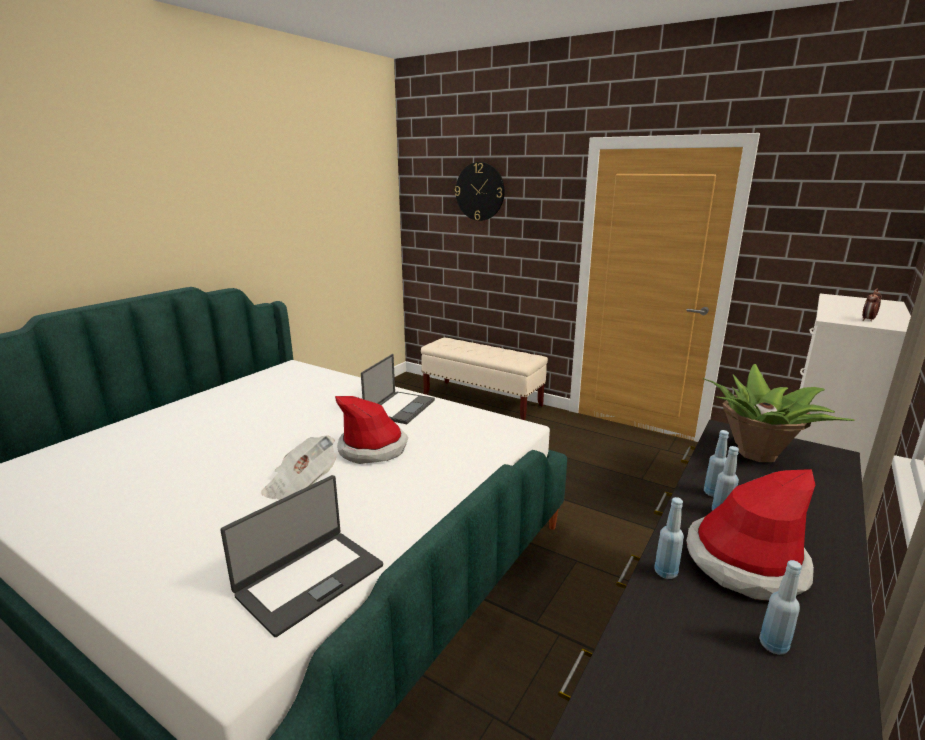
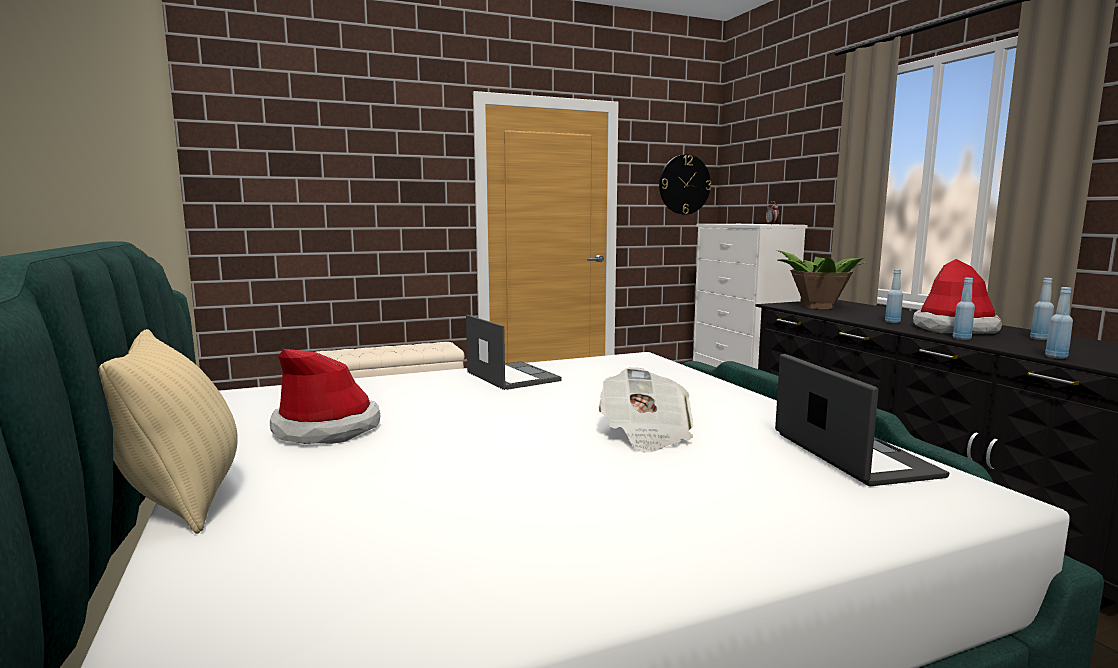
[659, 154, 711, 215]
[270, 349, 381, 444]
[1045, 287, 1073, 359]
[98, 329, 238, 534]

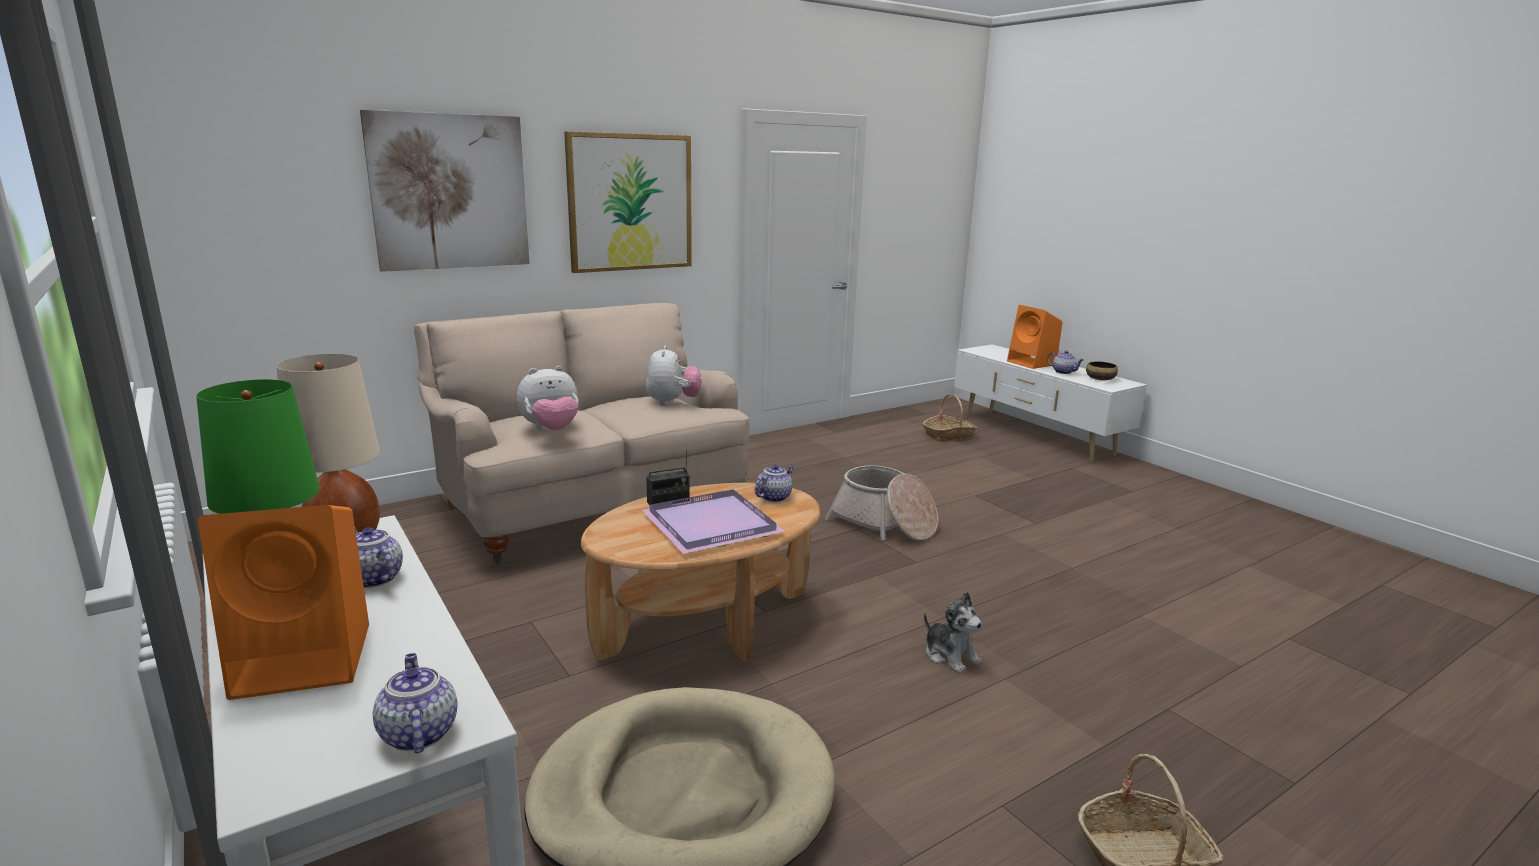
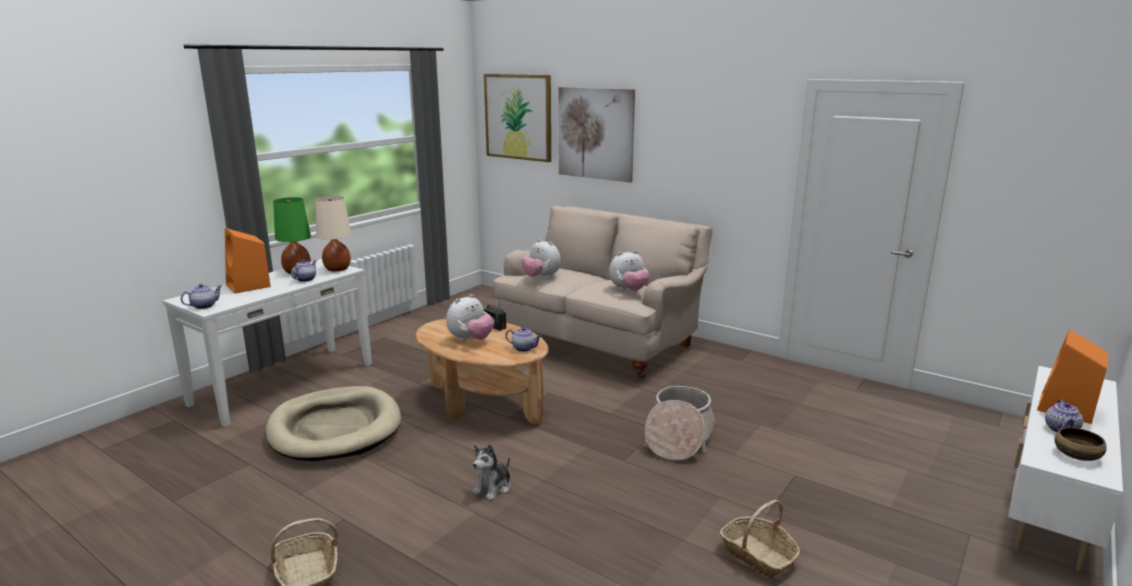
[484, 74, 551, 162]
[719, 500, 800, 578]
[446, 294, 494, 341]

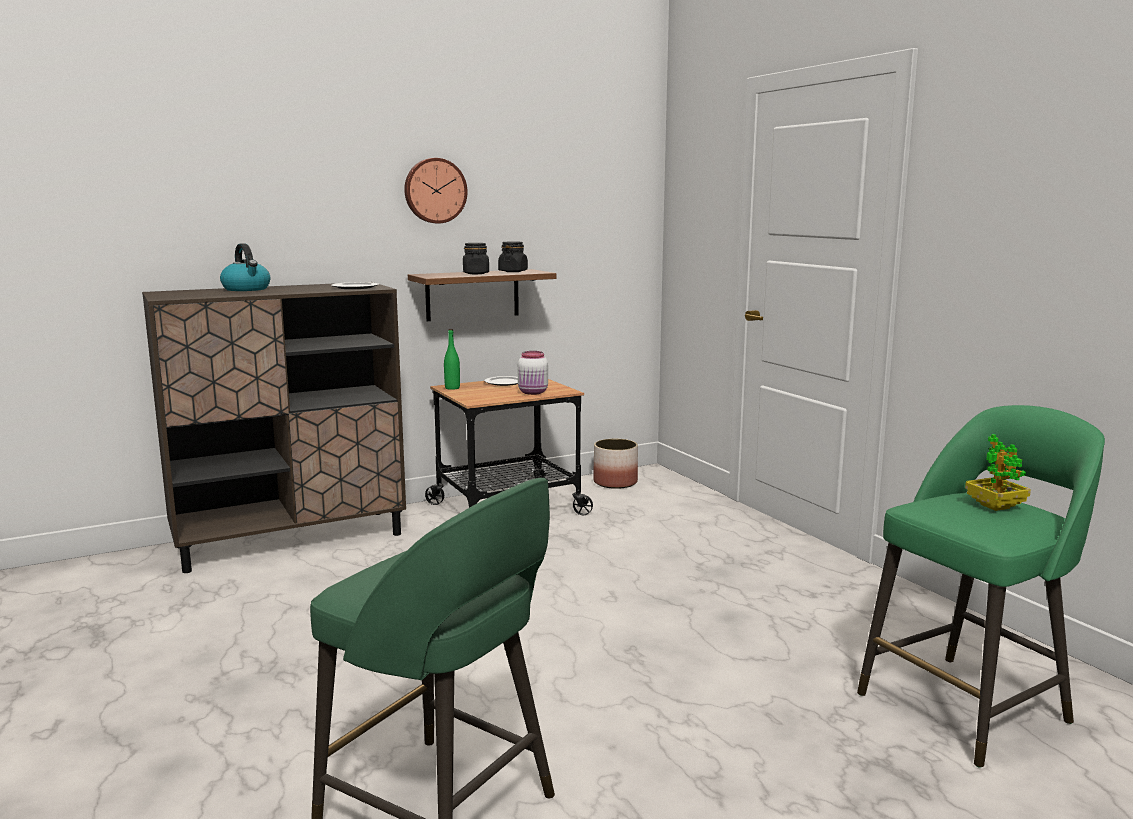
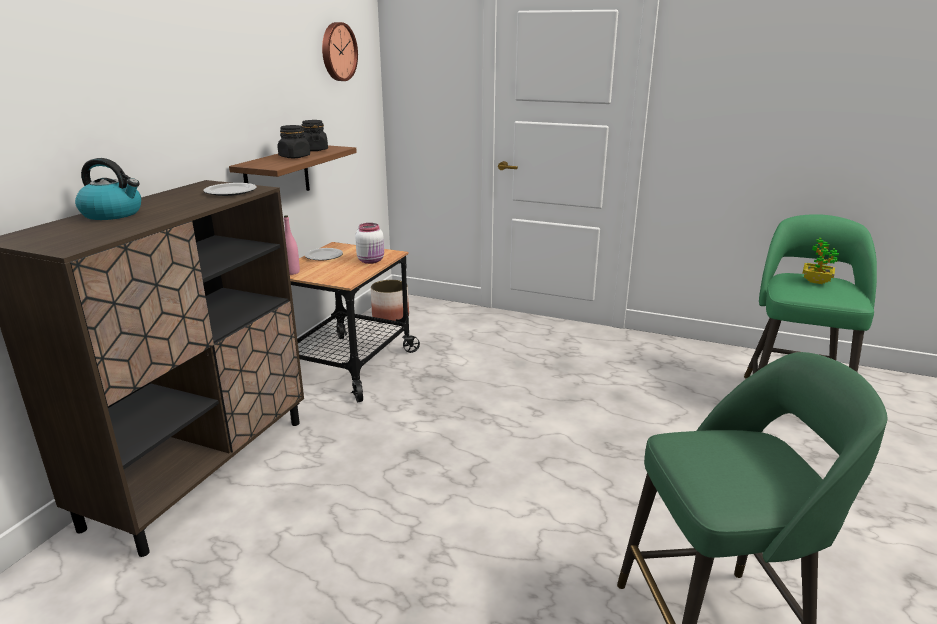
[322, 22, 358, 81]
[284, 215, 300, 275]

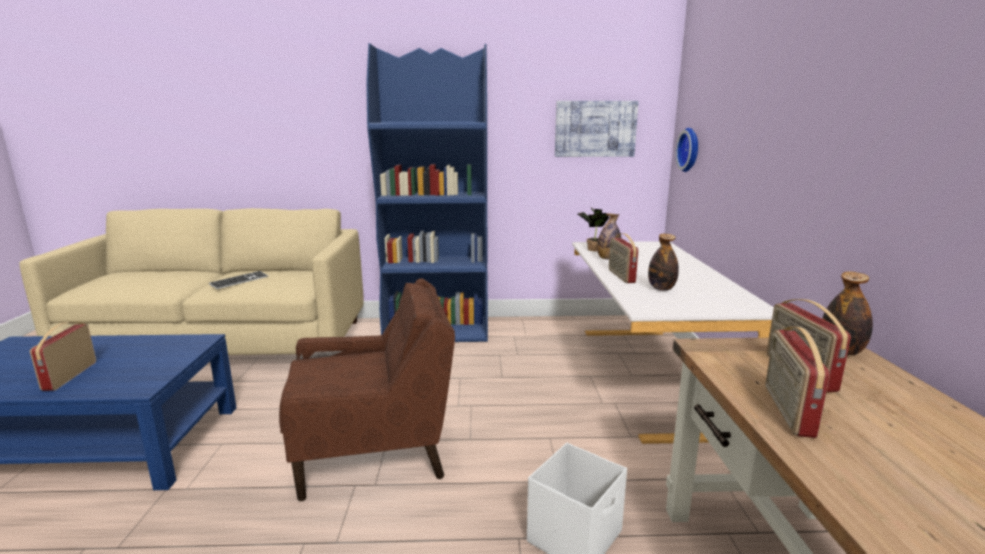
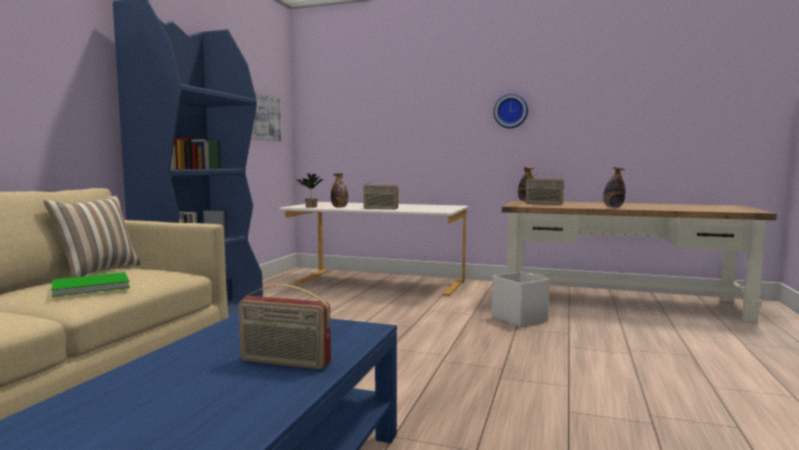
[494, 94, 528, 128]
[603, 167, 625, 208]
[51, 272, 130, 297]
[279, 278, 455, 501] (first image)
[765, 326, 830, 438] (first image)
[43, 195, 140, 277]

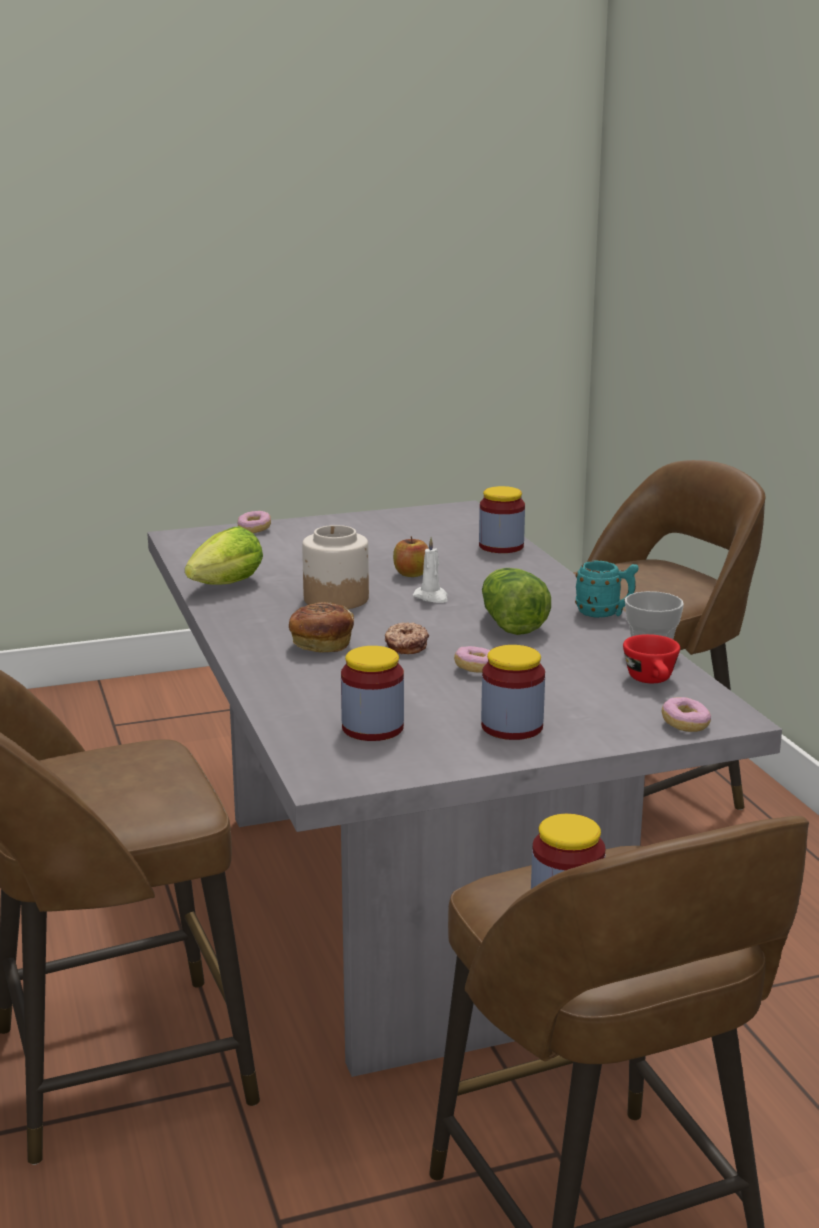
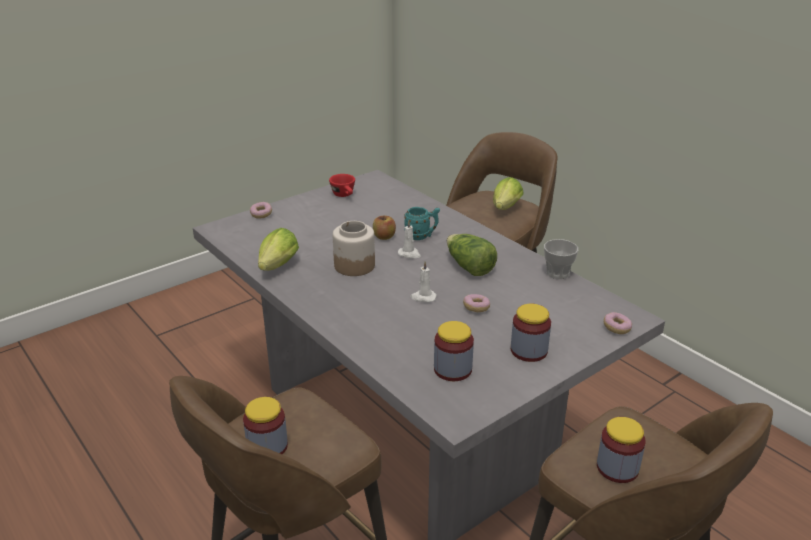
[243, 397, 288, 454]
[404, 207, 440, 240]
[289, 602, 354, 652] (first image)
[410, 262, 437, 302]
[329, 174, 355, 197]
[493, 177, 524, 210]

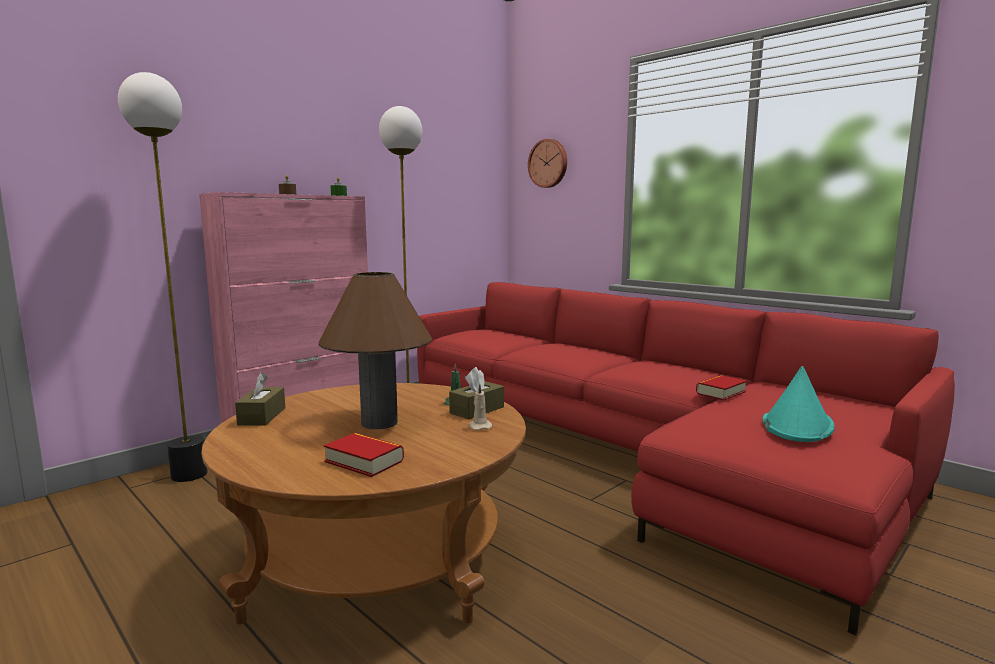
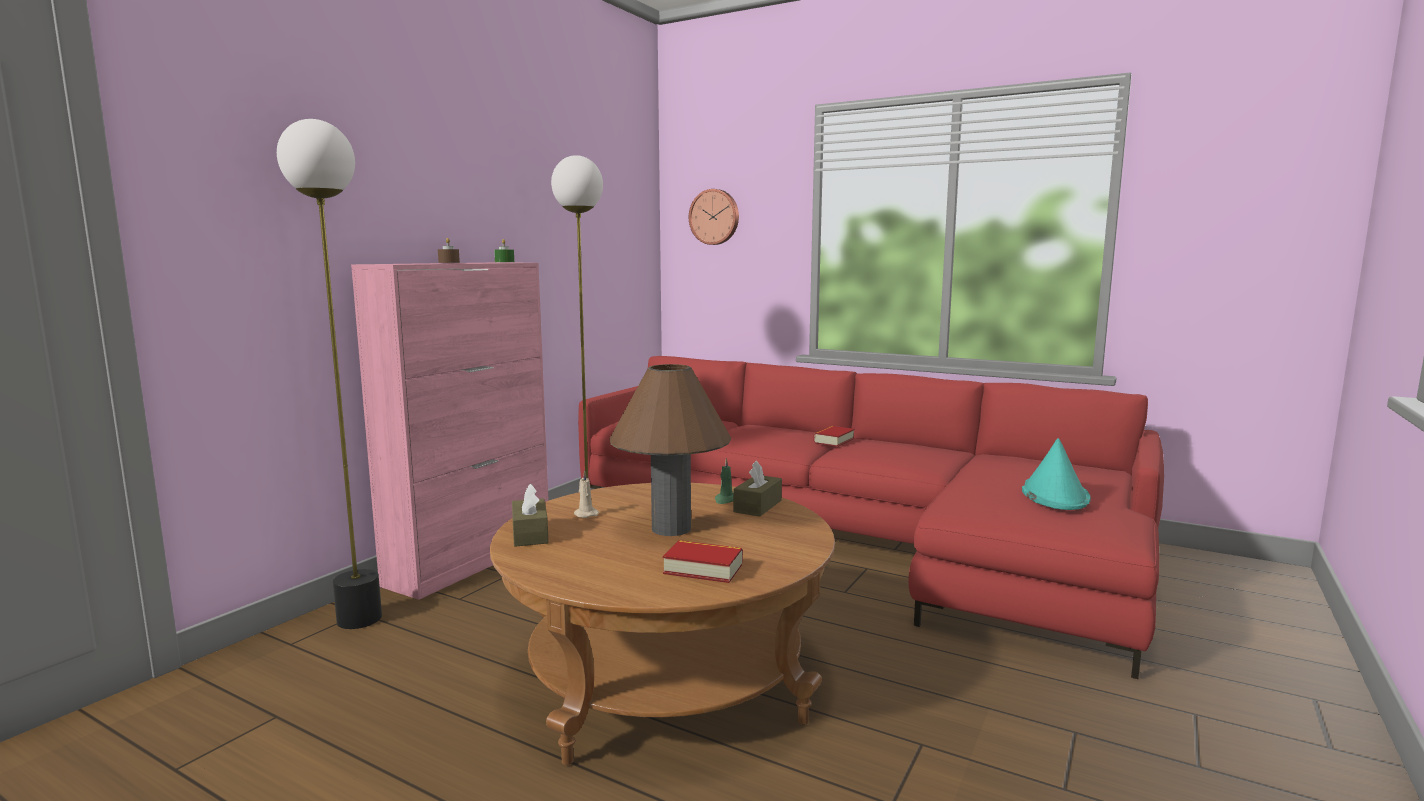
[813, 426, 855, 447]
[574, 470, 599, 518]

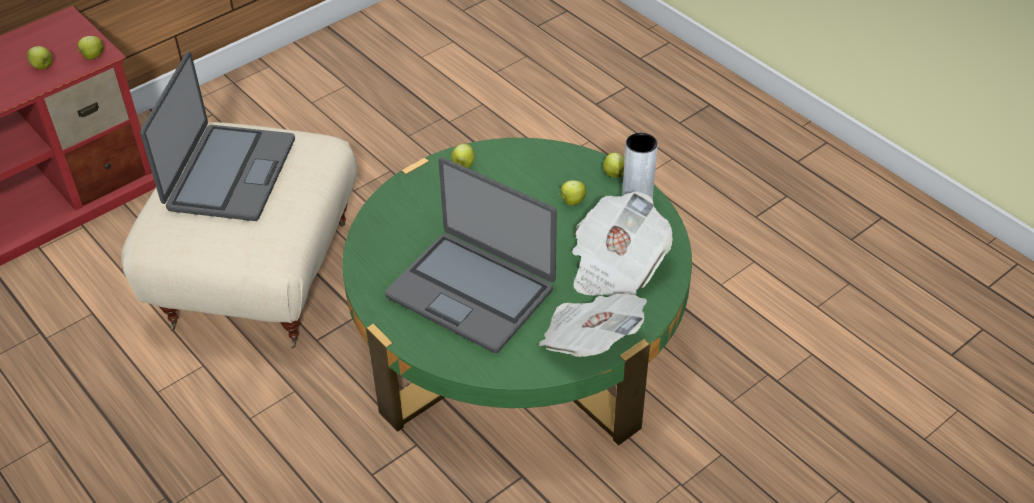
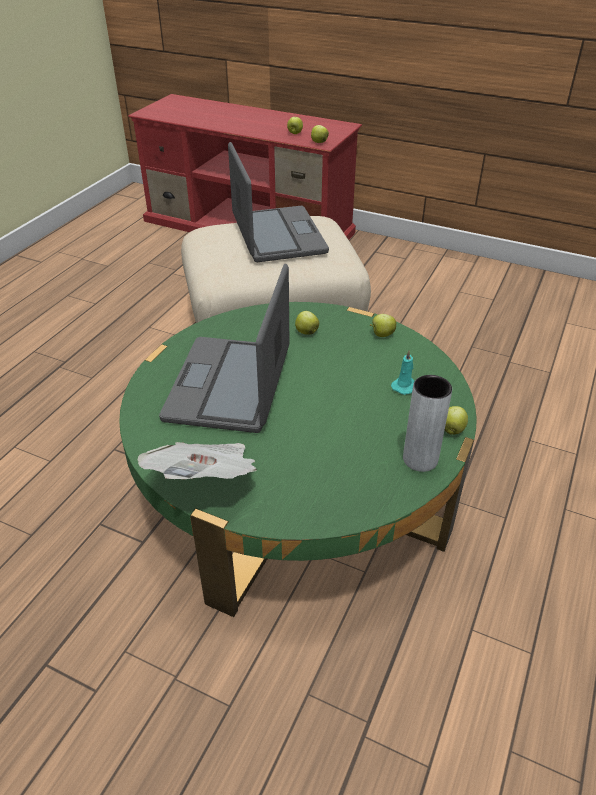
[228, 142, 329, 262]
[295, 311, 319, 335]
[572, 192, 673, 296] (first image)
[391, 350, 414, 395]

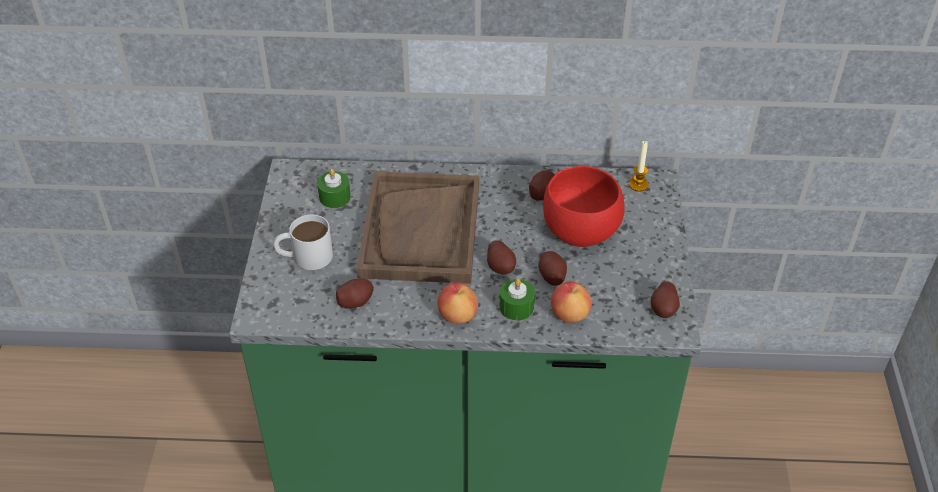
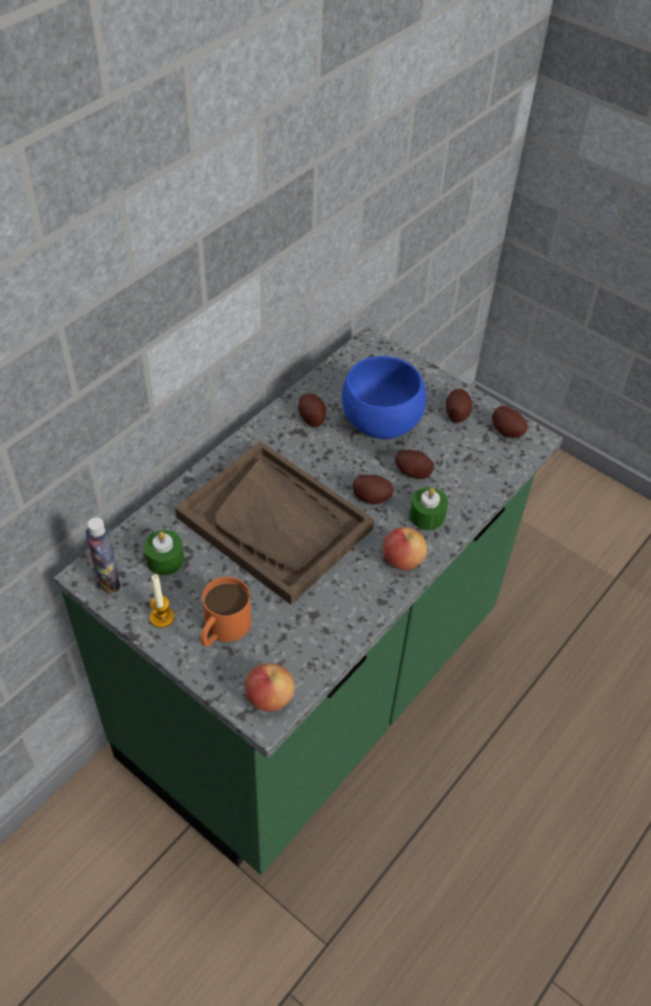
[149, 574, 175, 628]
[342, 356, 426, 439]
[200, 577, 251, 647]
[446, 389, 472, 423]
[245, 663, 295, 712]
[86, 518, 121, 594]

